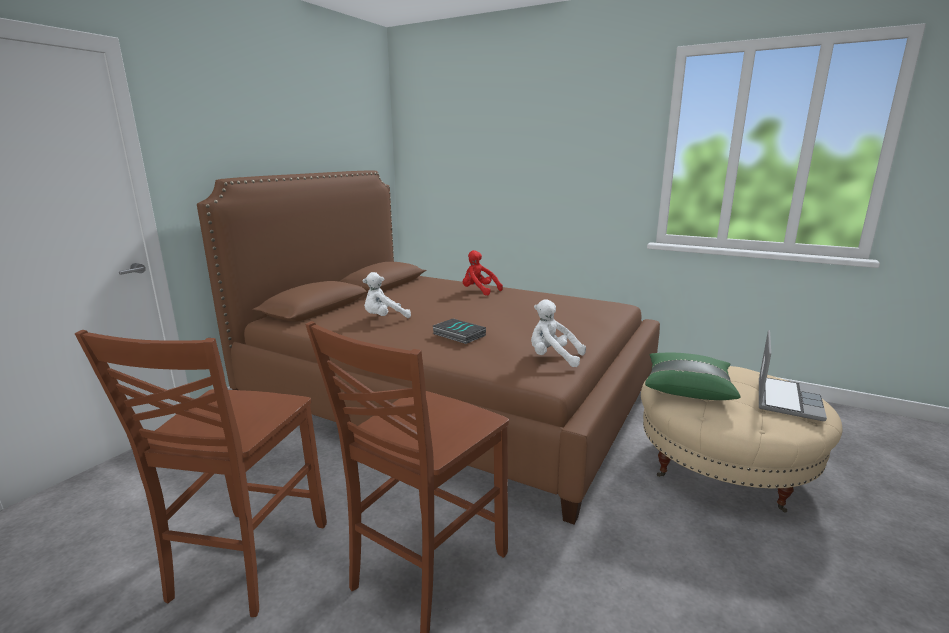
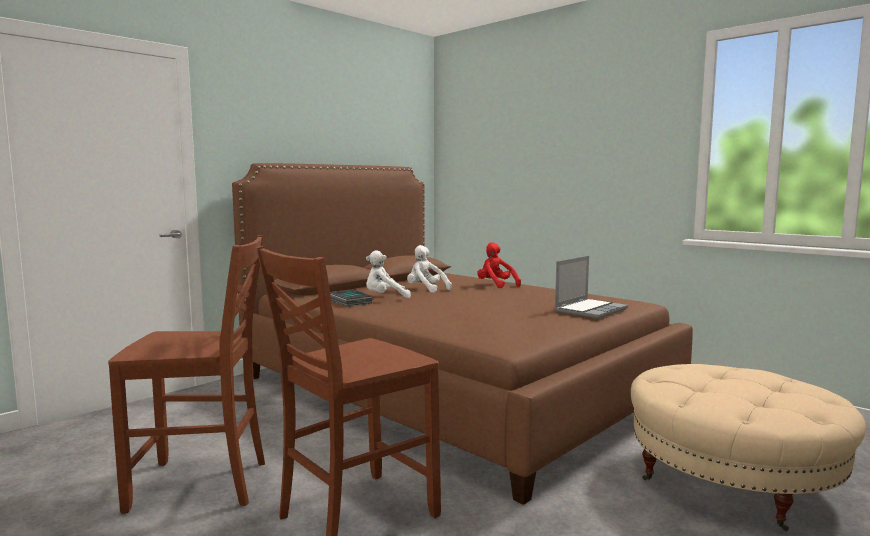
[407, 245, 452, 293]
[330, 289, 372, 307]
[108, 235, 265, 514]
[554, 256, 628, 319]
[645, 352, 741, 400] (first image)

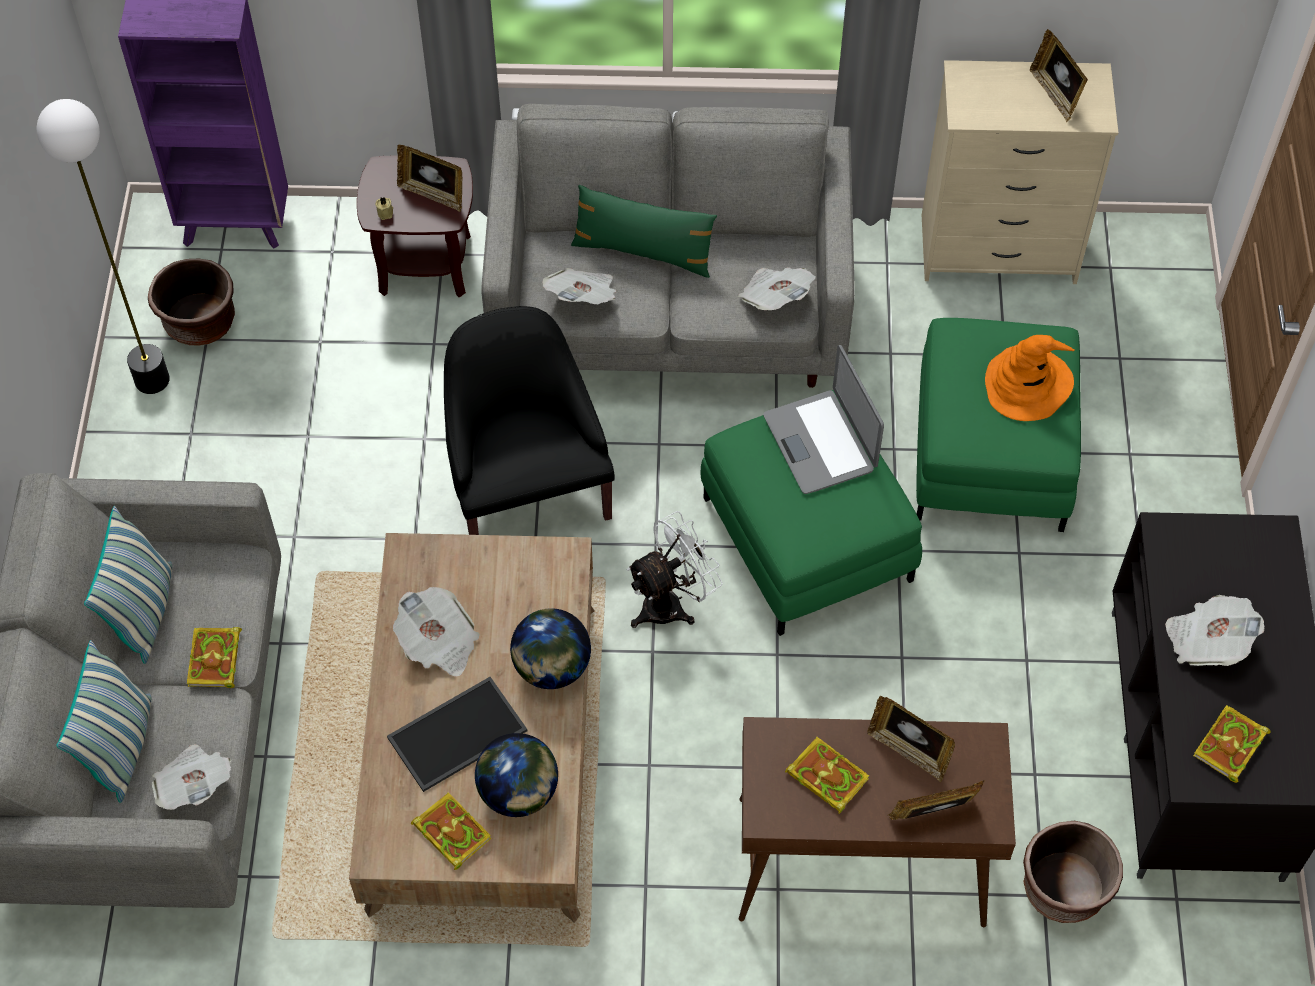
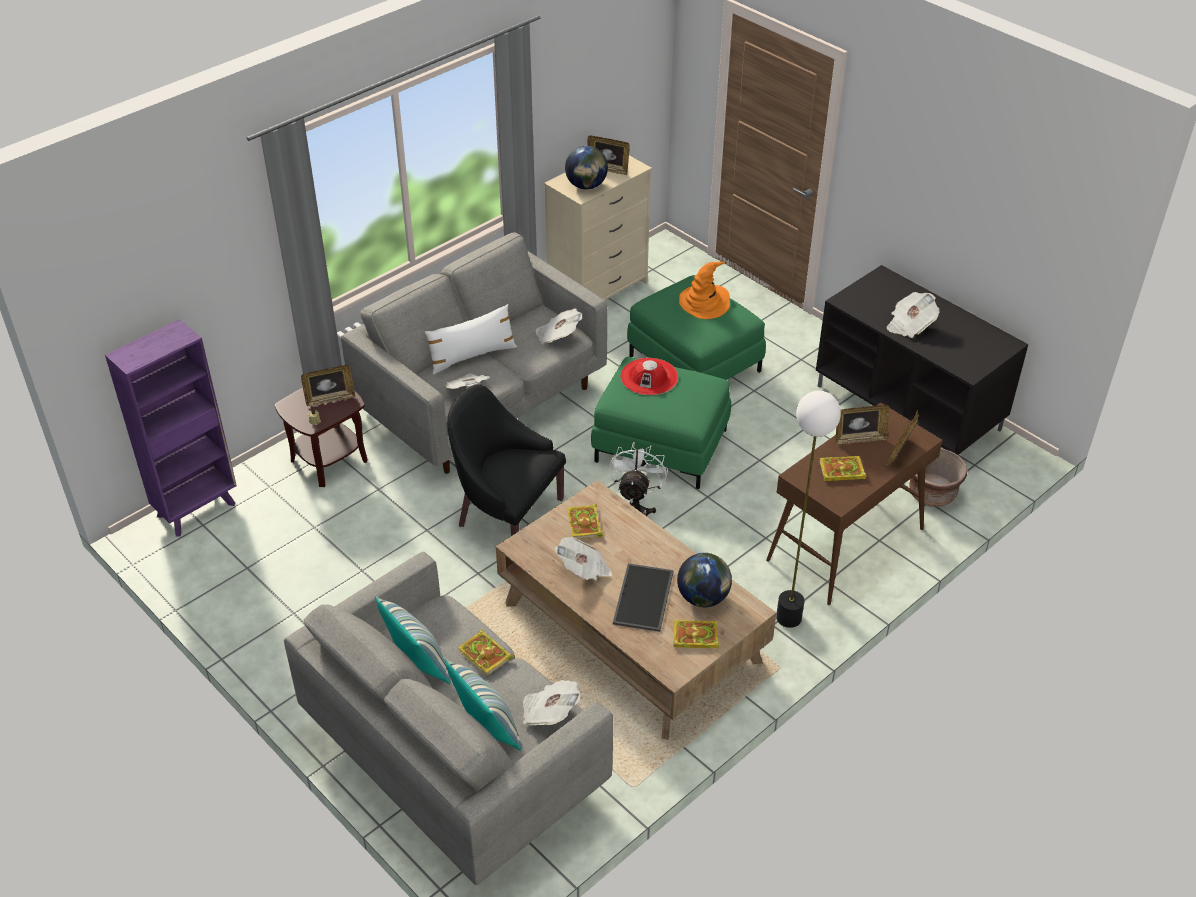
[776, 391, 841, 628]
[425, 304, 517, 375]
[148, 259, 235, 346] (first image)
[621, 358, 678, 395]
[565, 146, 608, 189]
[567, 504, 603, 539]

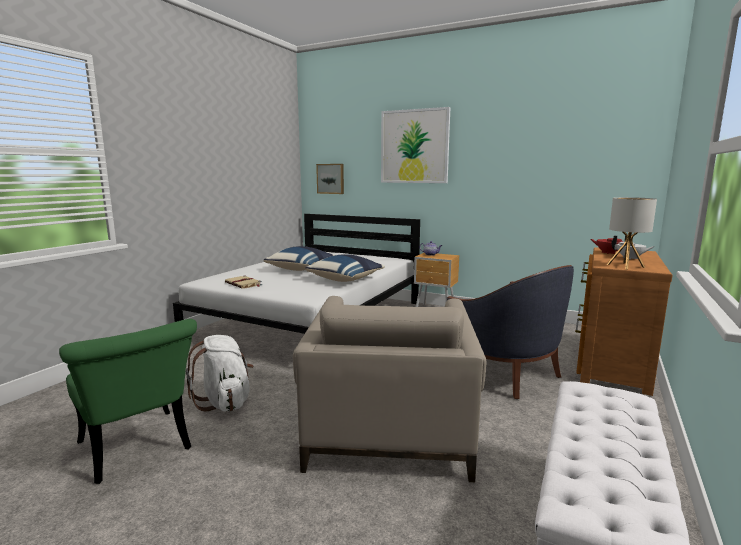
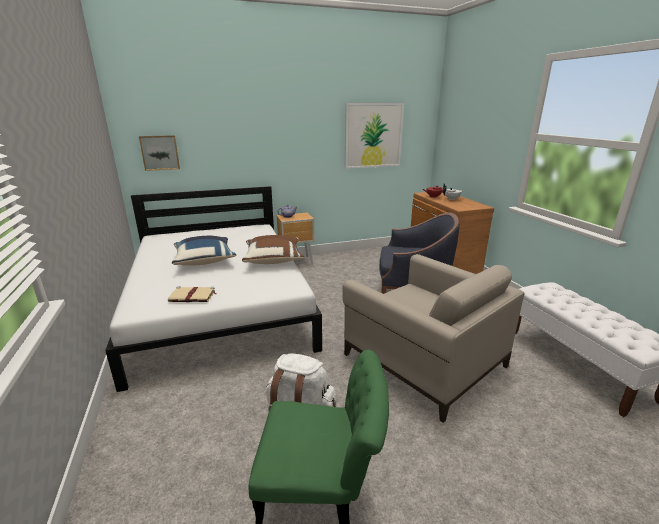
[345, 103, 404, 169]
[606, 197, 657, 269] (first image)
[242, 235, 304, 264]

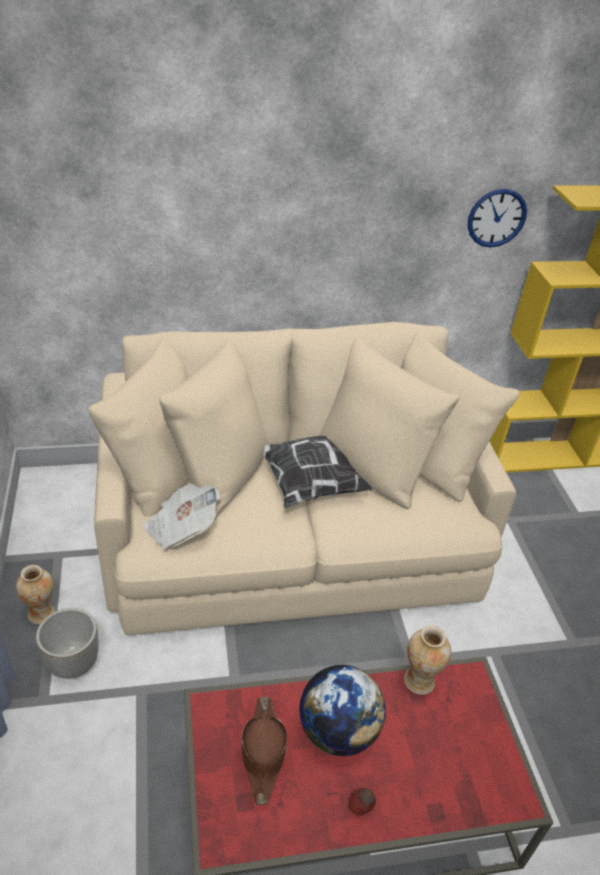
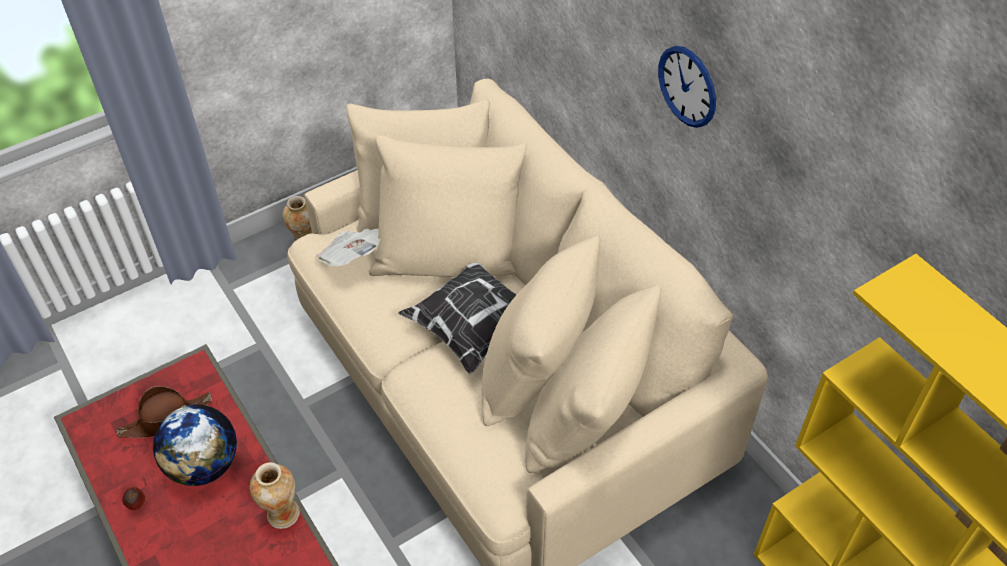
[658, 46, 716, 128]
[36, 608, 99, 679] (first image)

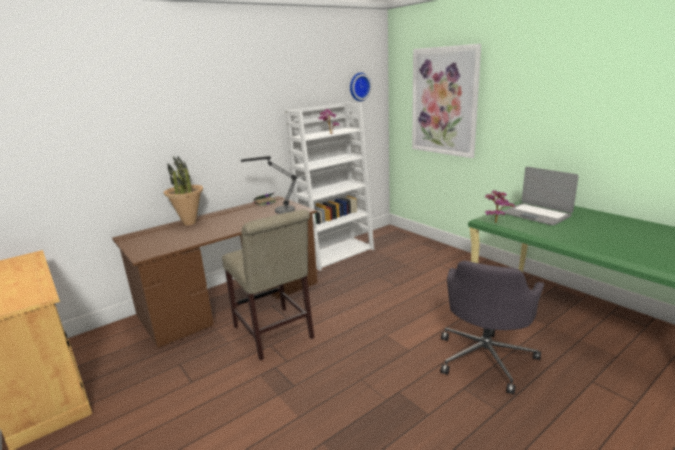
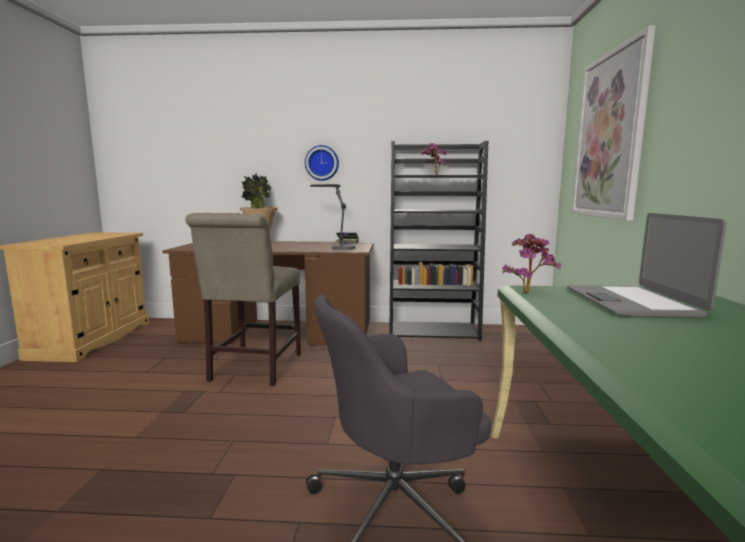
[305, 145, 339, 181]
[389, 141, 488, 341]

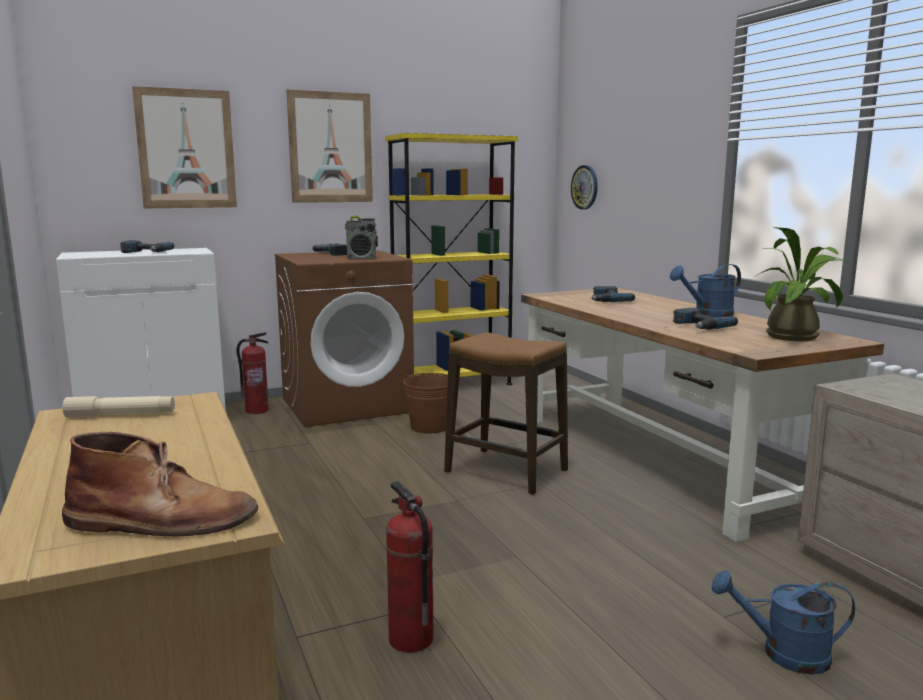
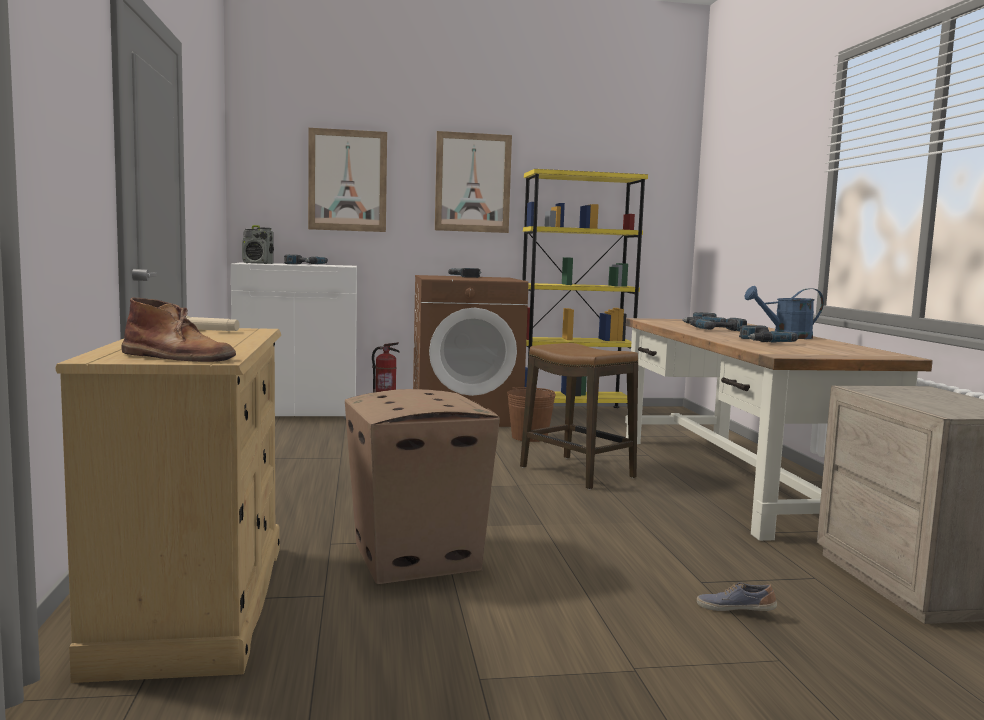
[571, 165, 598, 210] (first image)
[242, 225, 274, 264]
[754, 227, 849, 341] (first image)
[345, 389, 500, 584]
[697, 583, 777, 611]
[689, 318, 747, 331]

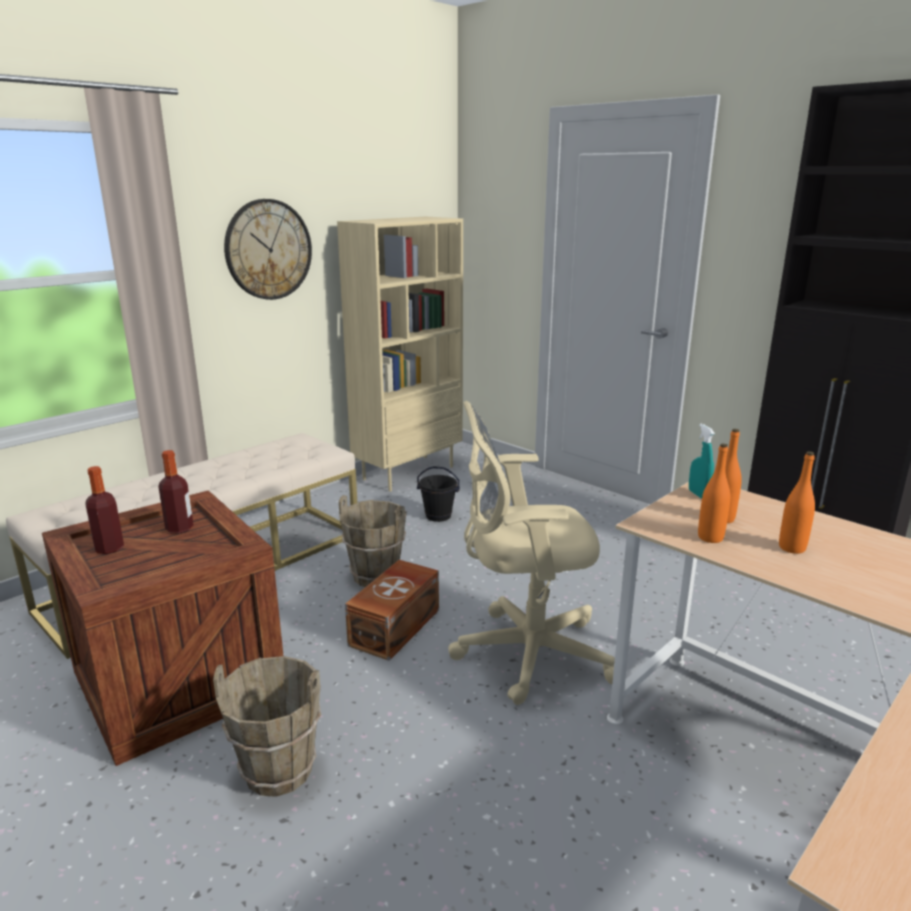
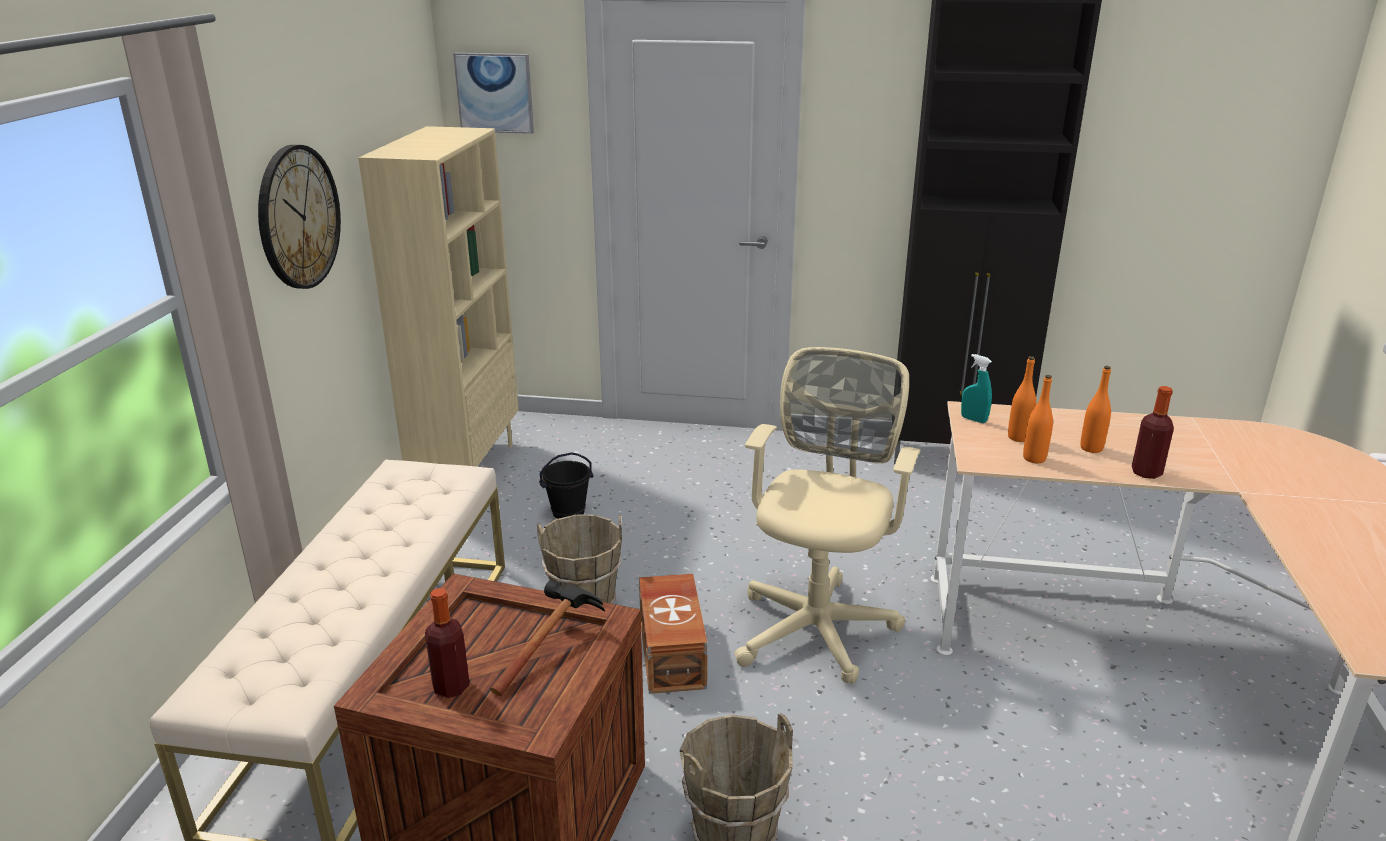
[734, 347, 921, 684]
[1132, 386, 1174, 479]
[453, 53, 534, 134]
[490, 580, 605, 696]

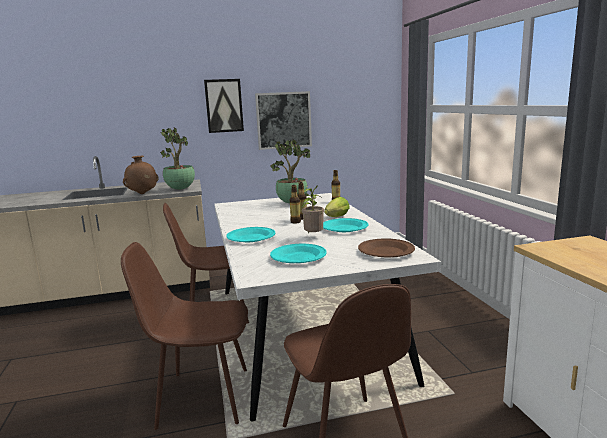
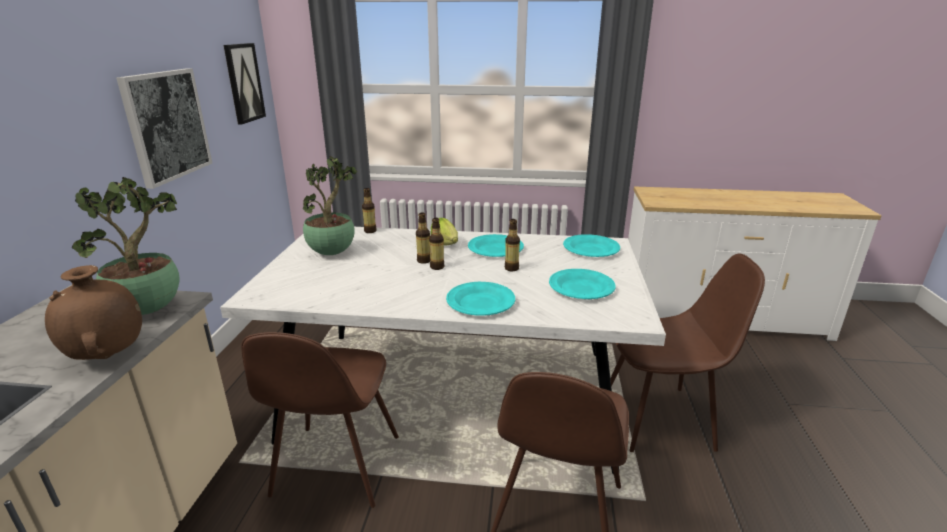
[224, 43, 266, 124]
[504, 219, 520, 271]
[563, 234, 620, 257]

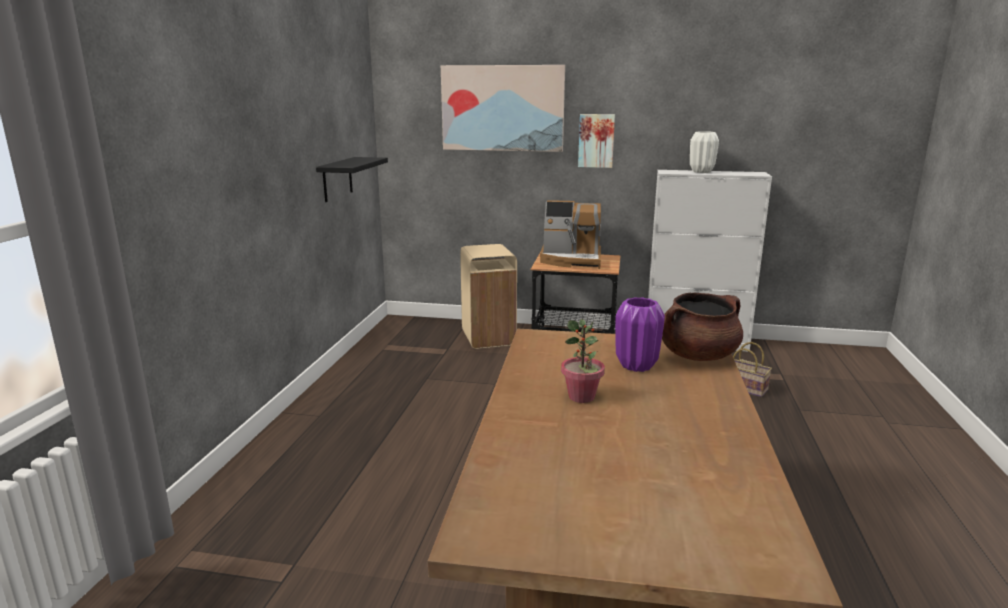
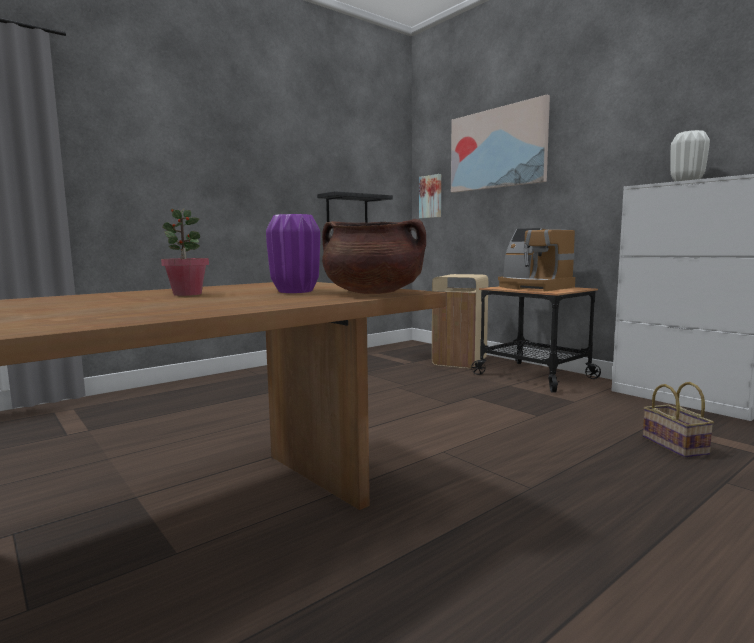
[419, 174, 441, 218]

